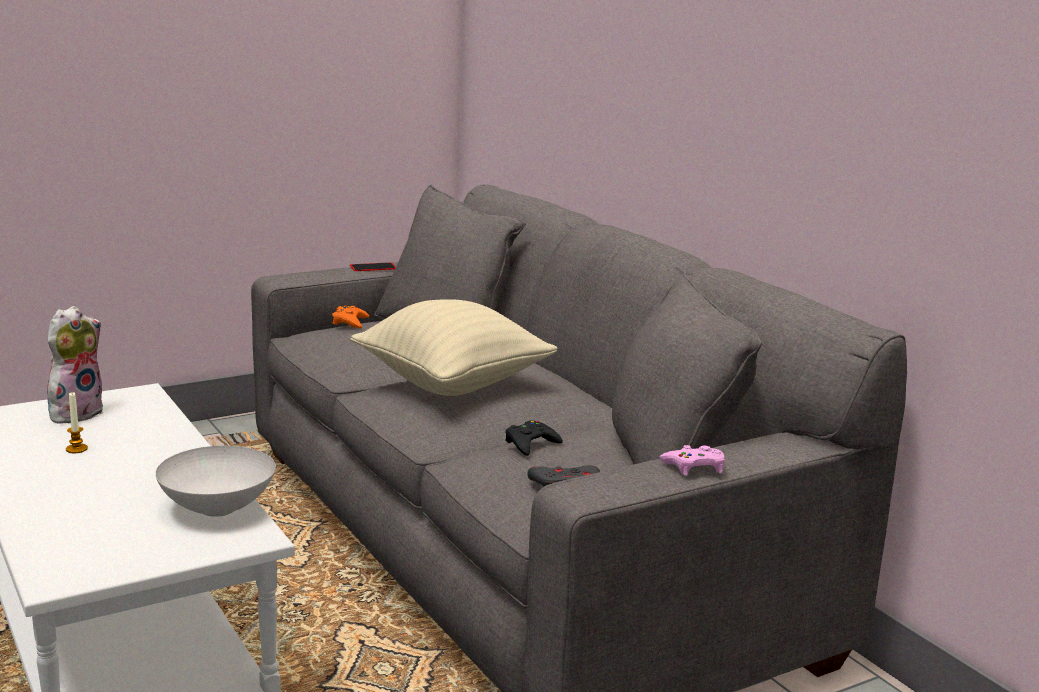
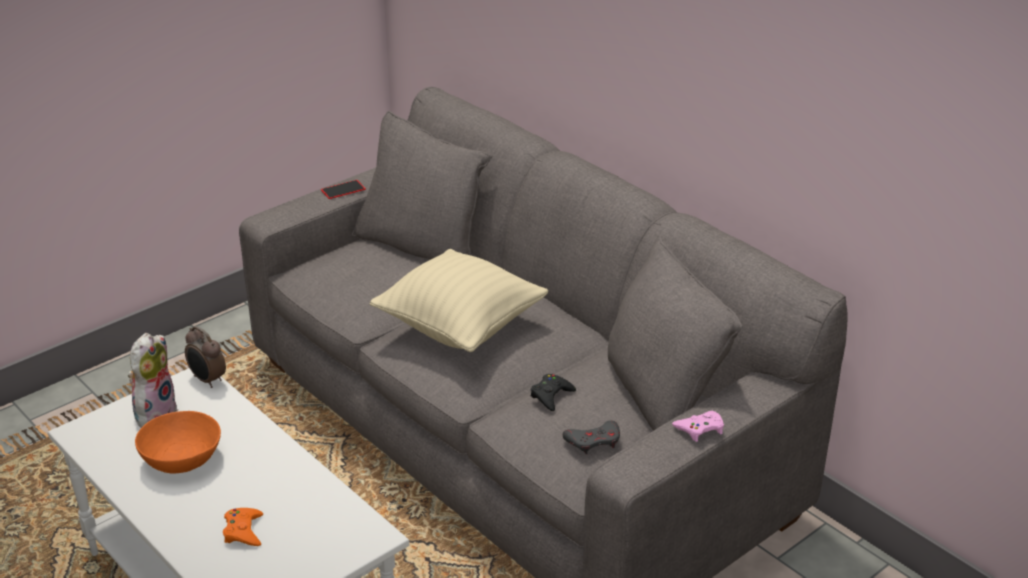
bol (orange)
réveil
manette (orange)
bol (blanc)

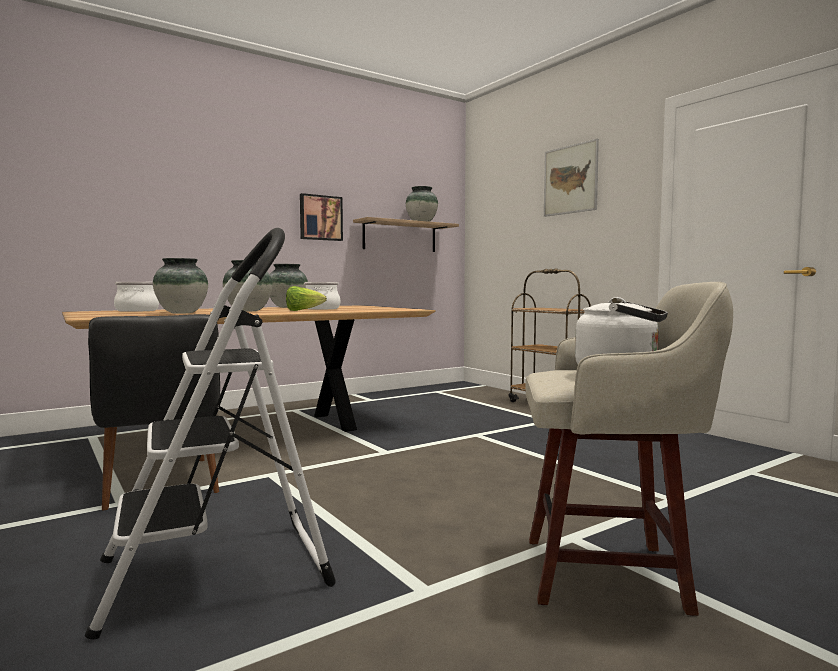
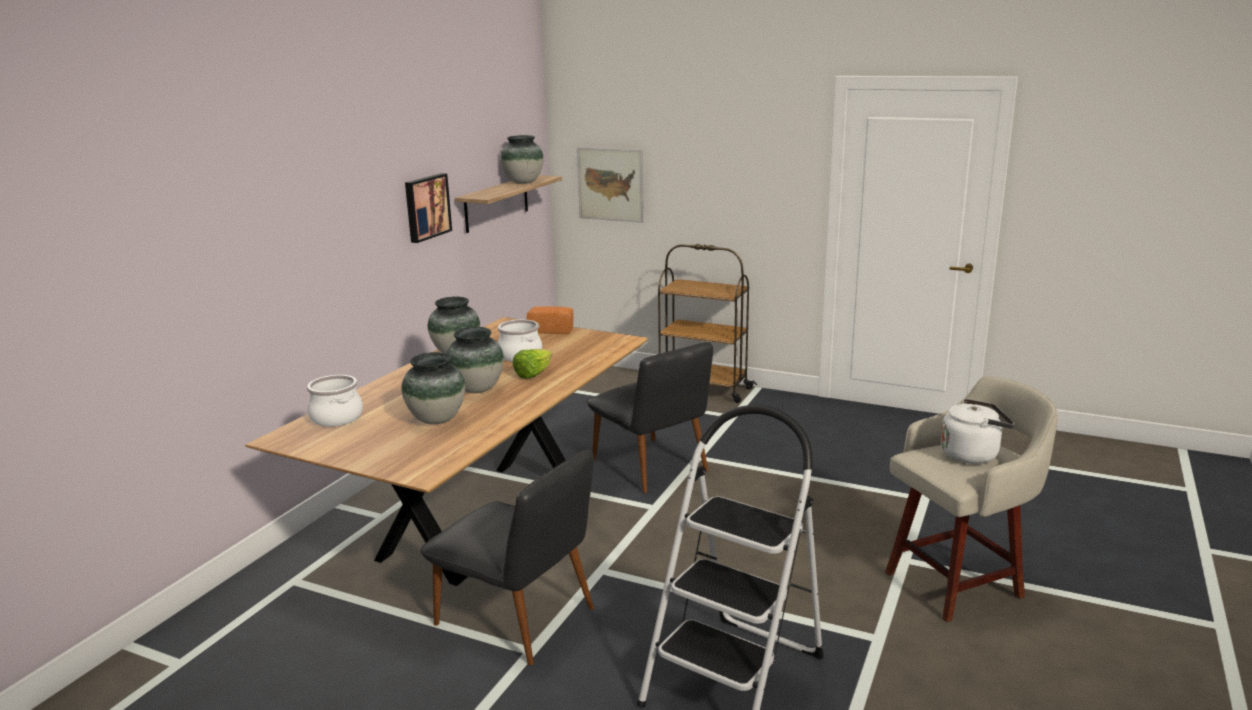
pain
tableau (no. 2 from left)
chaise (noir) (no. 2 from left)

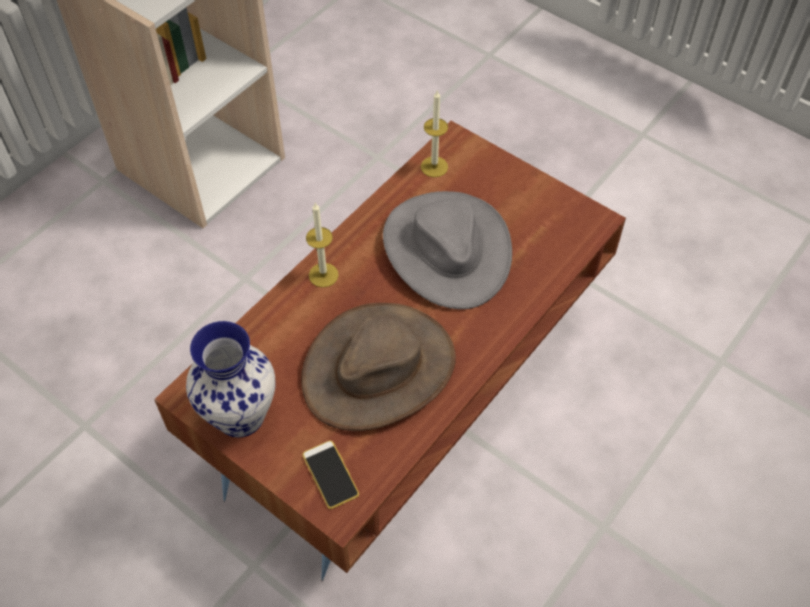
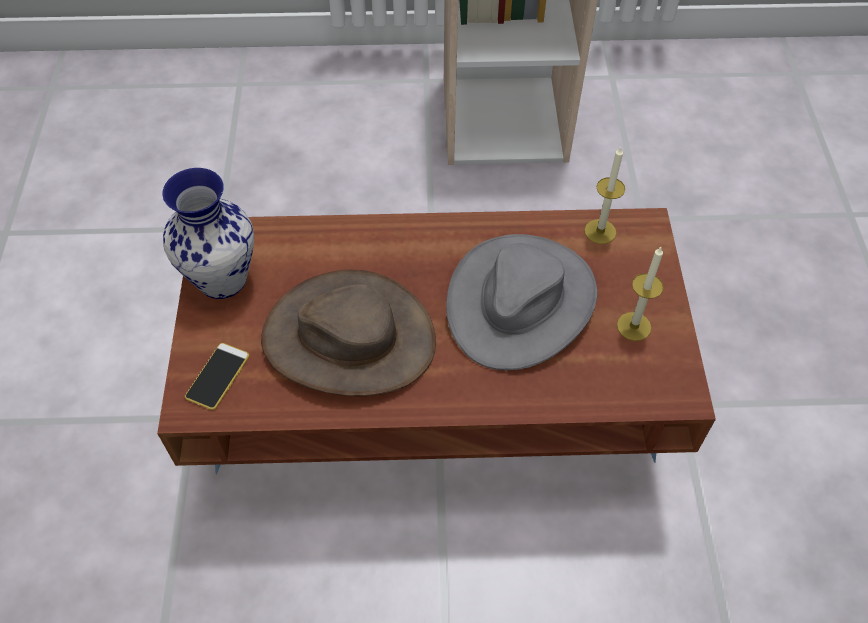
bougie (no. 2 from left)

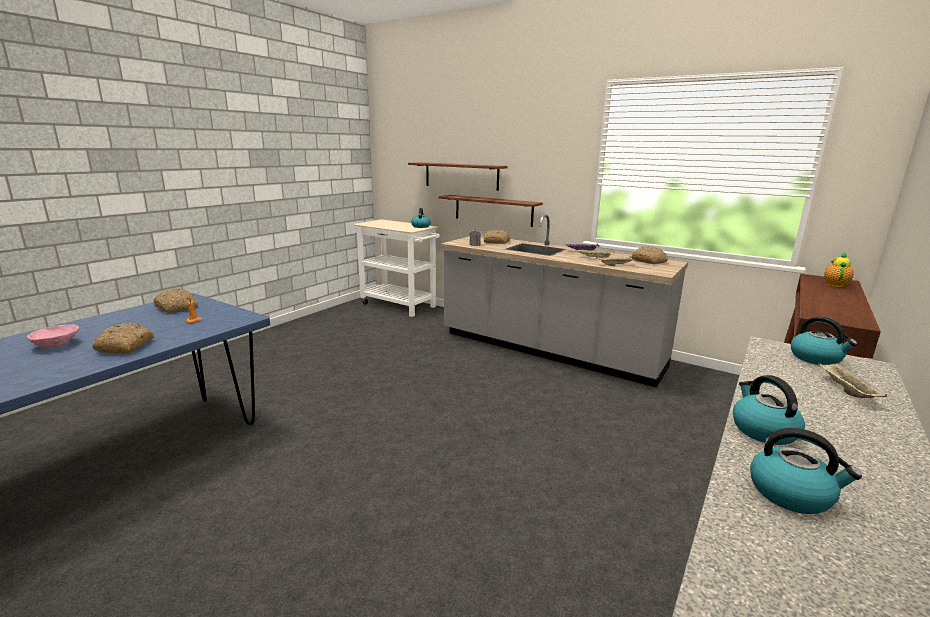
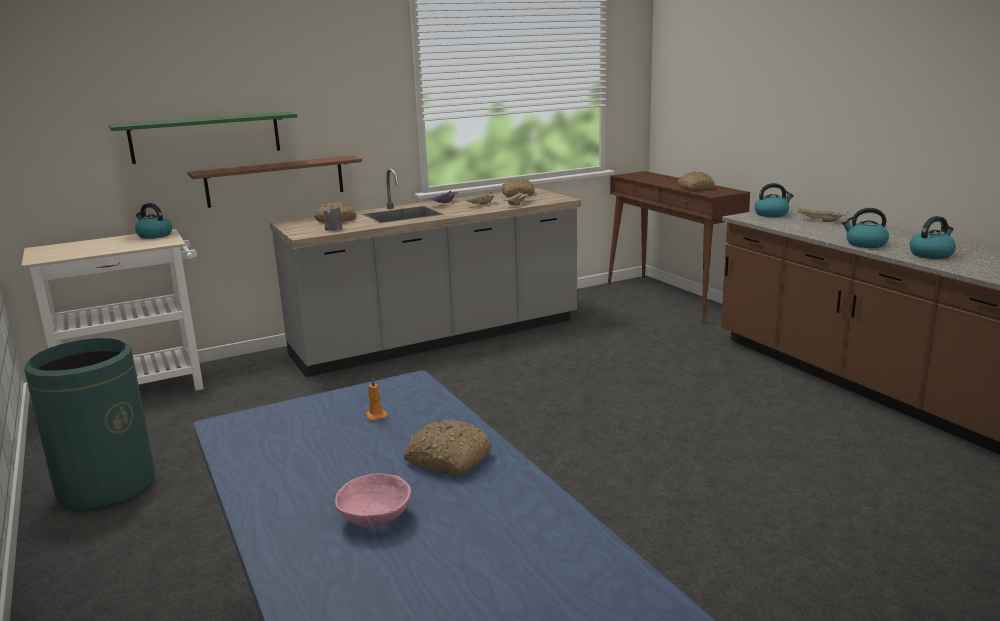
poubelle (vert)
étagère (vert)
pain (no. 4 from left)
théière

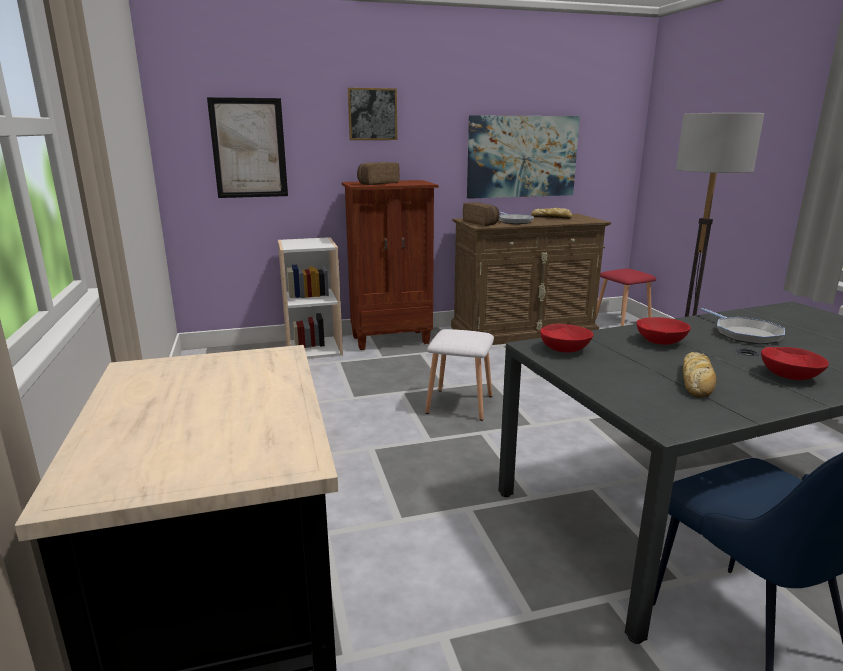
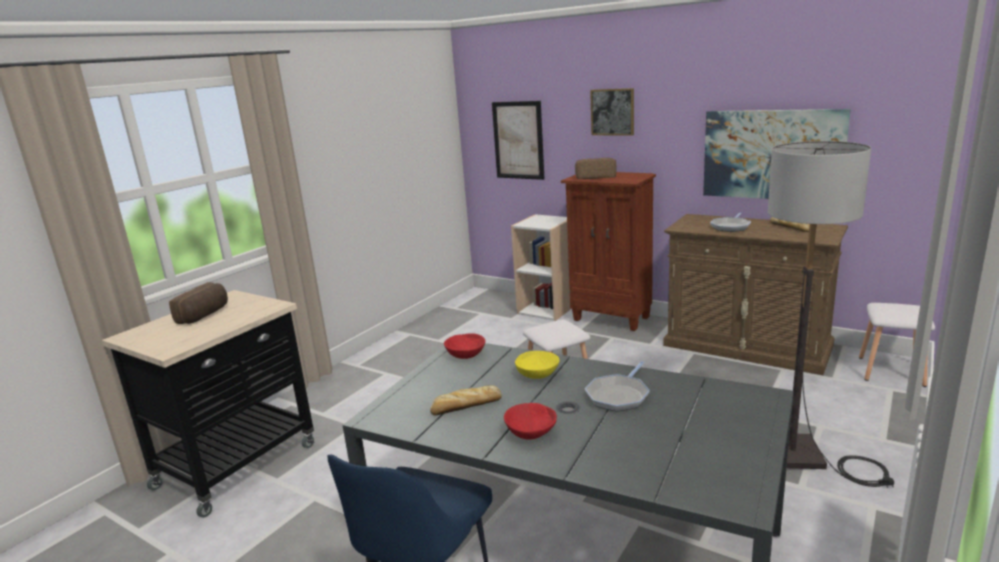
pain (no. 1 from left)
bol (jaune)
tabouret (blanc) (no. 2 from left)

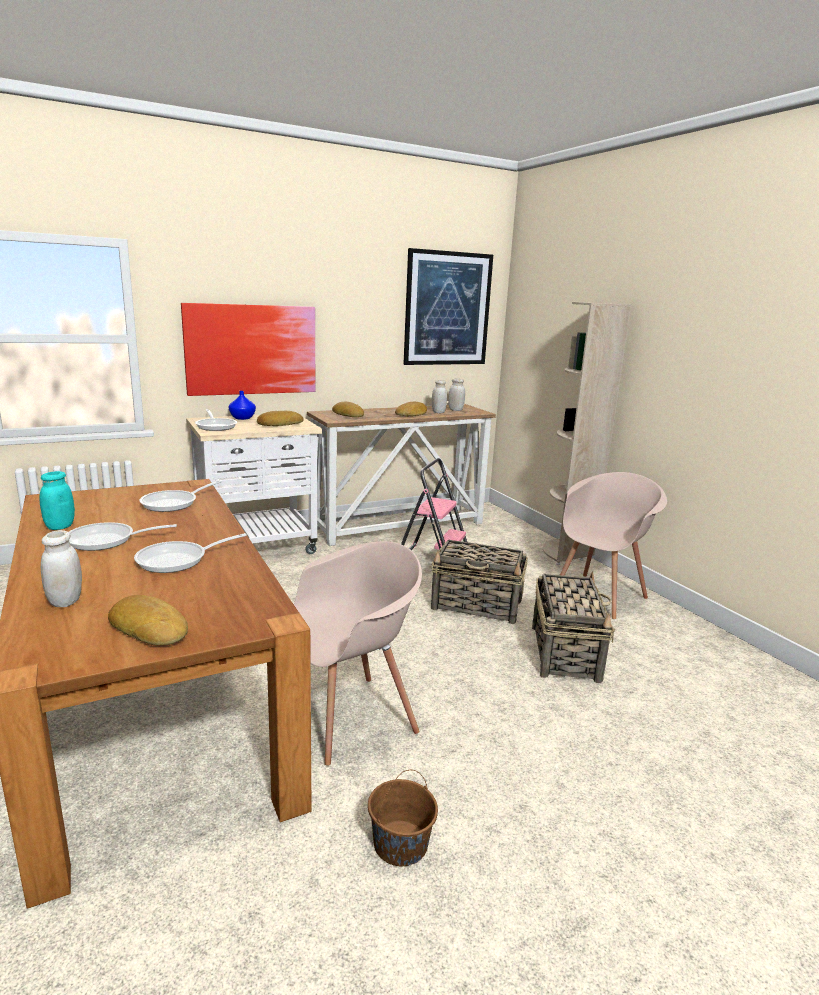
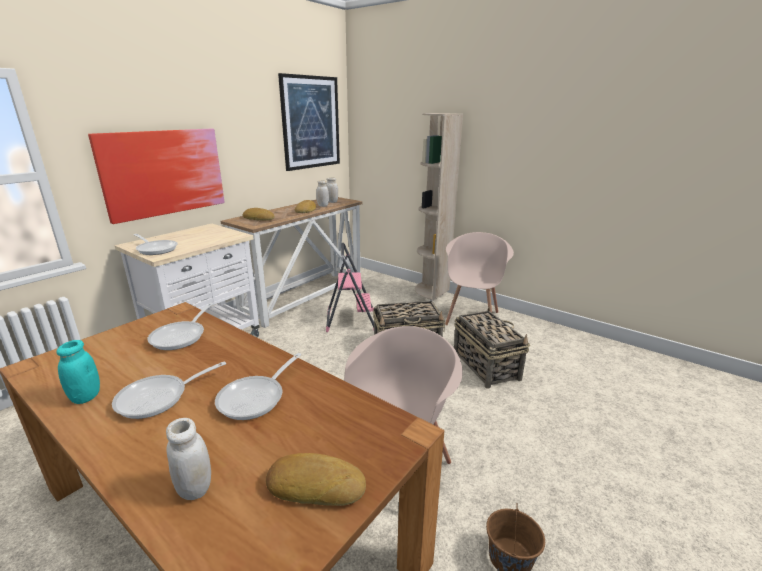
vase (bleu)
pain (no. 2 from left in the first image)

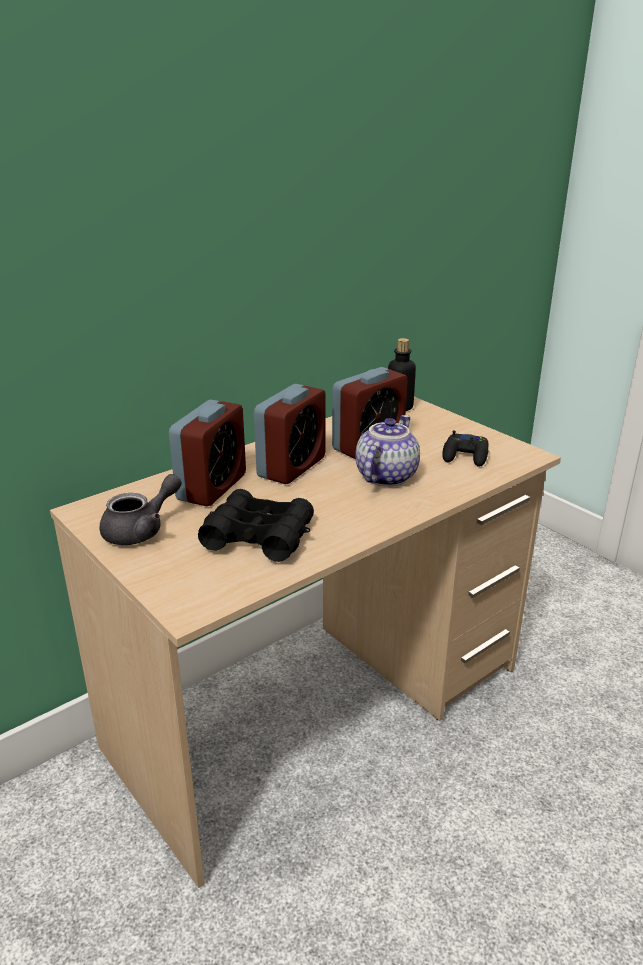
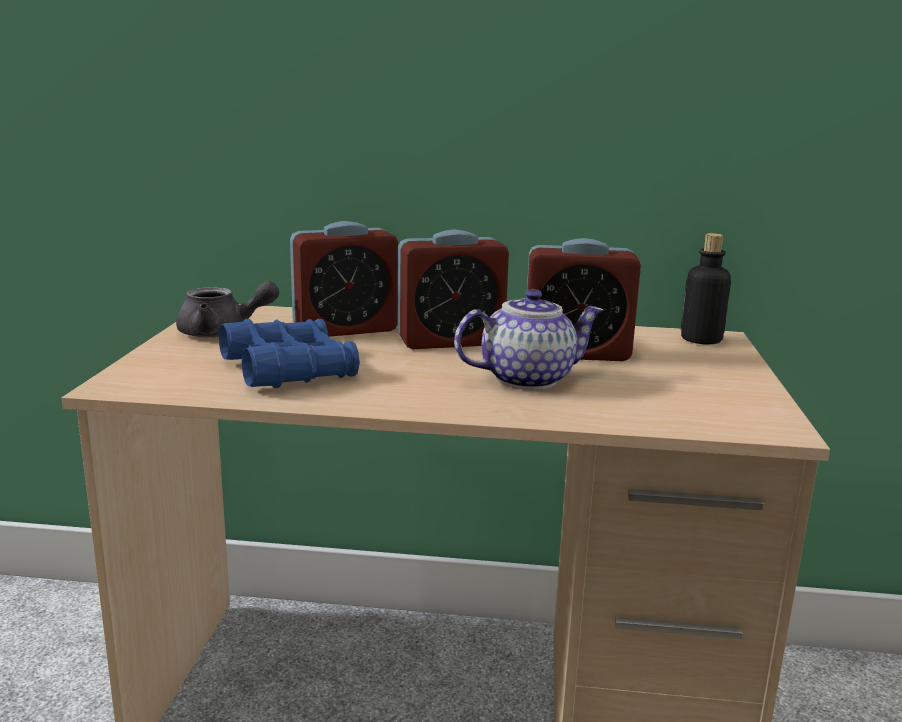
jumelles (bleu)
manette (noir)

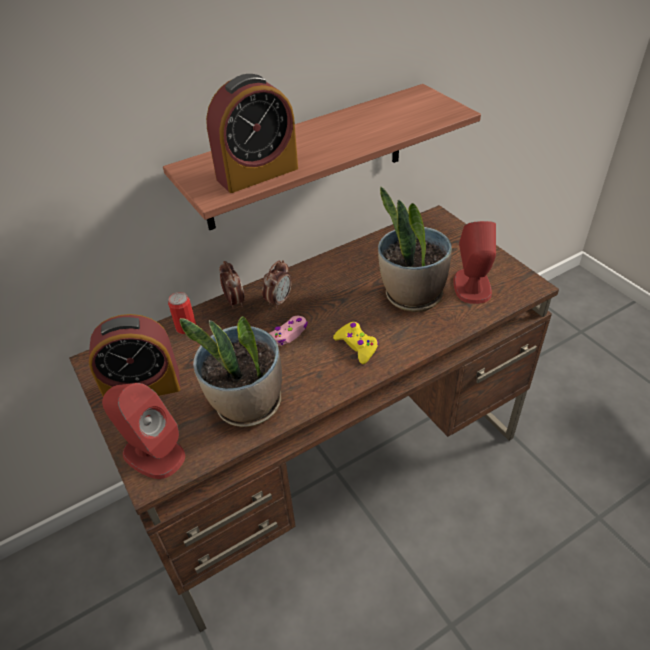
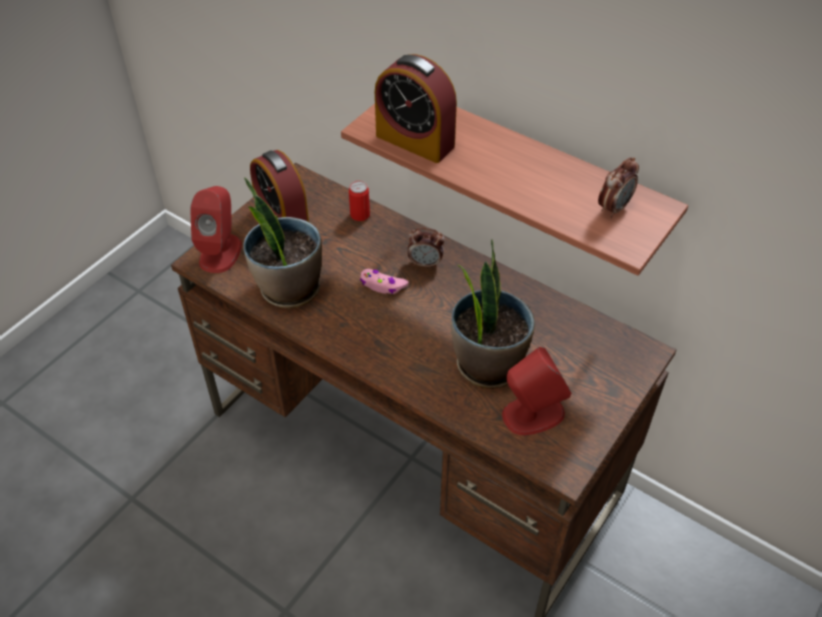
réveil (no. 4 from left)
manette (jaune)

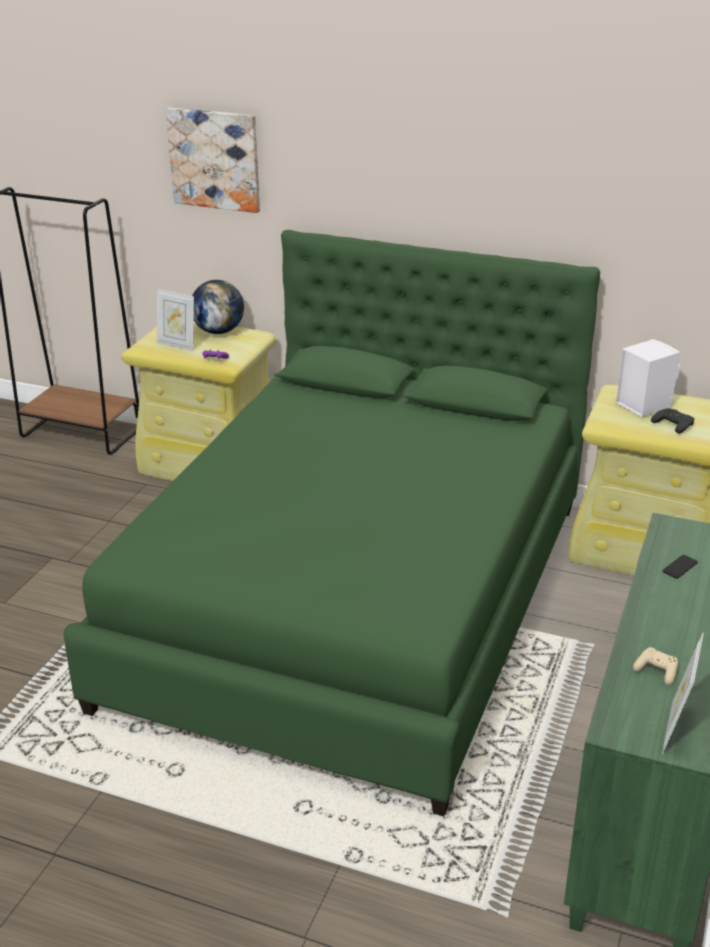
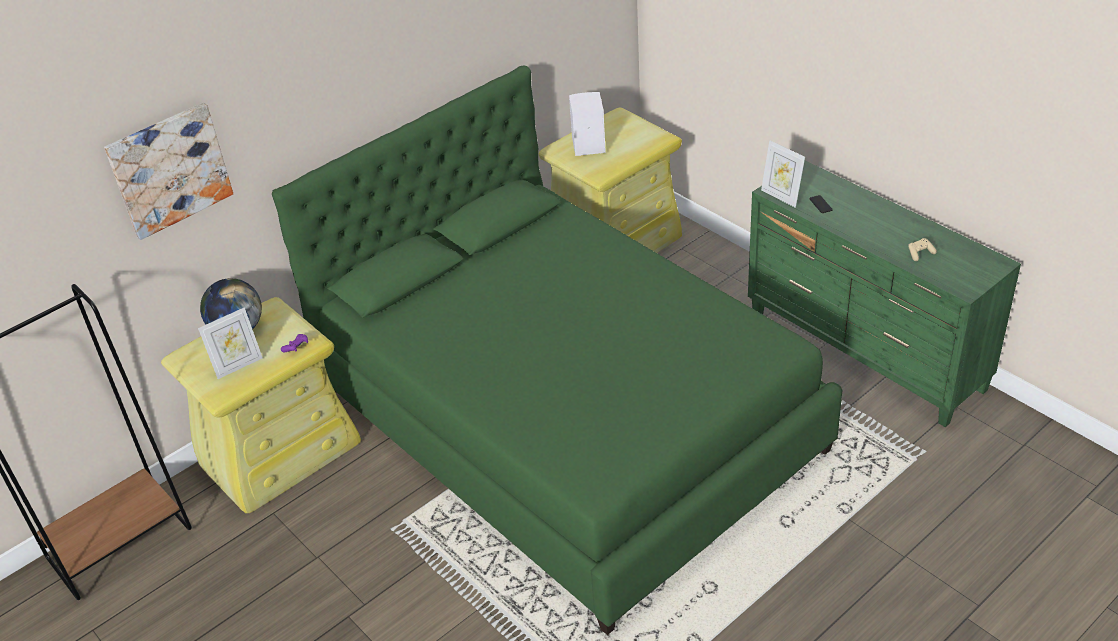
cadre photo (no. 2 from left)
manette (noir)

